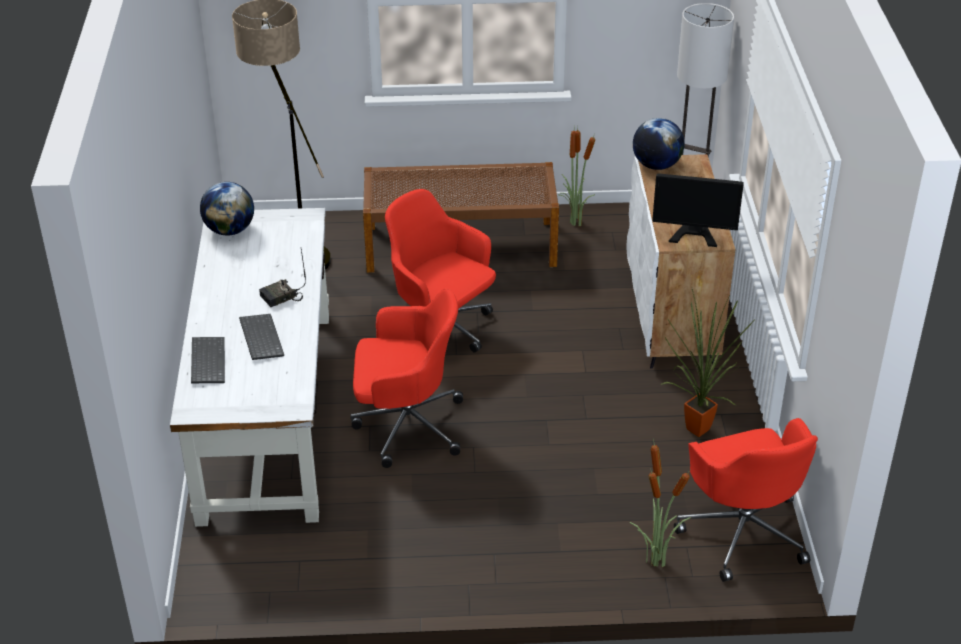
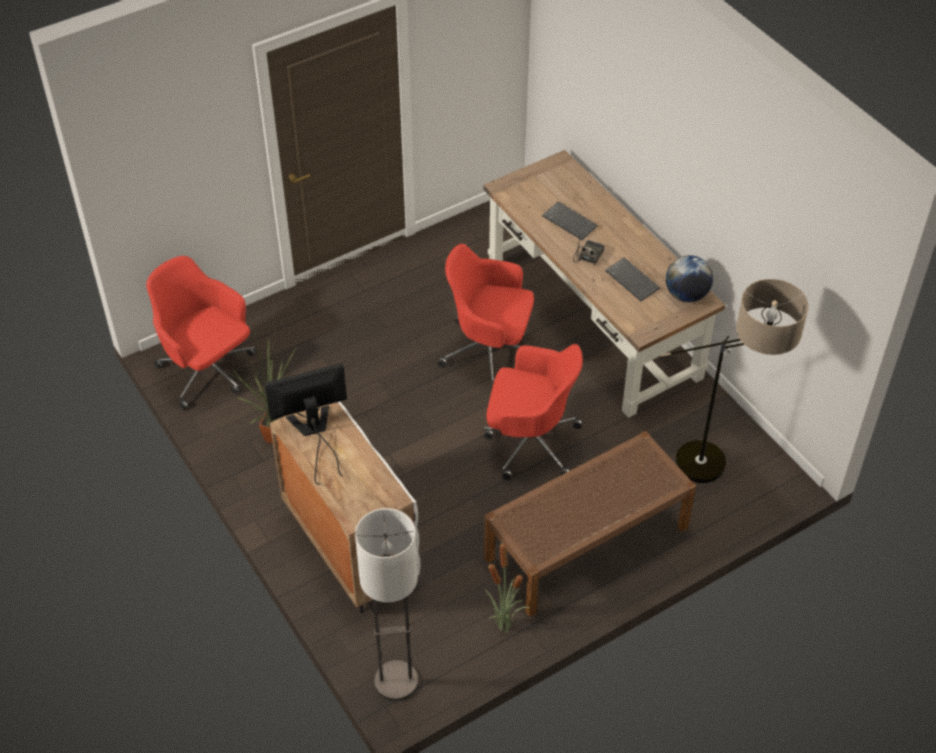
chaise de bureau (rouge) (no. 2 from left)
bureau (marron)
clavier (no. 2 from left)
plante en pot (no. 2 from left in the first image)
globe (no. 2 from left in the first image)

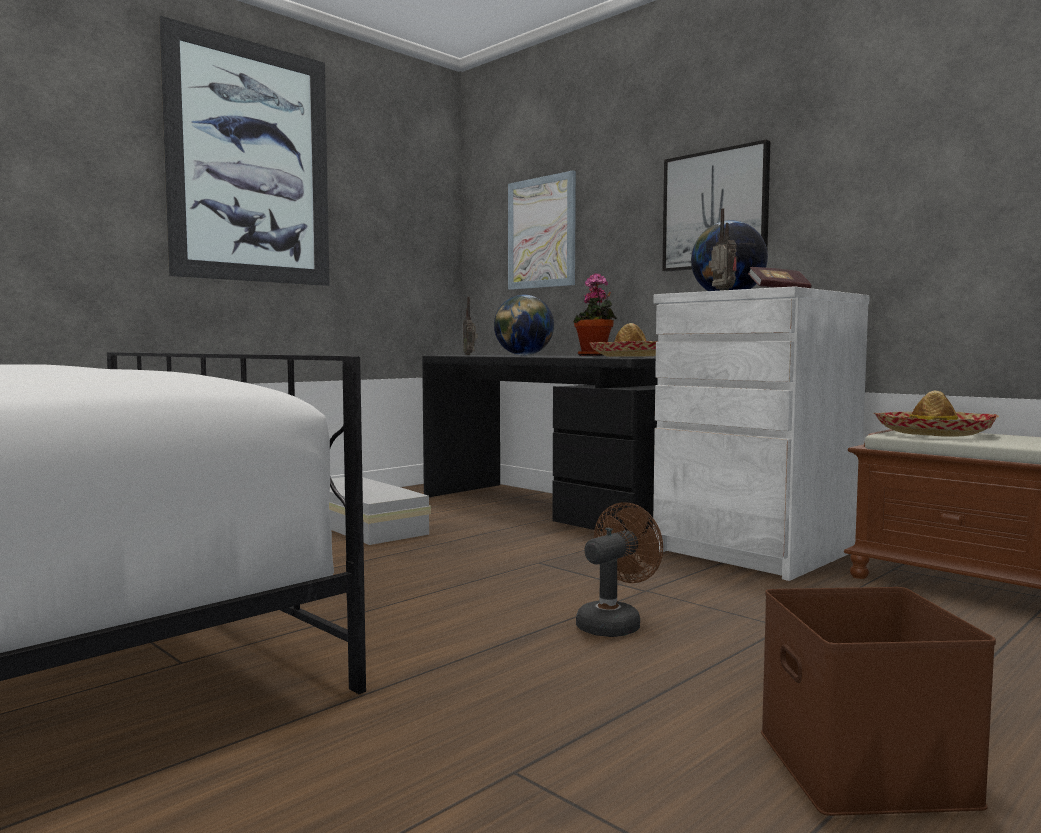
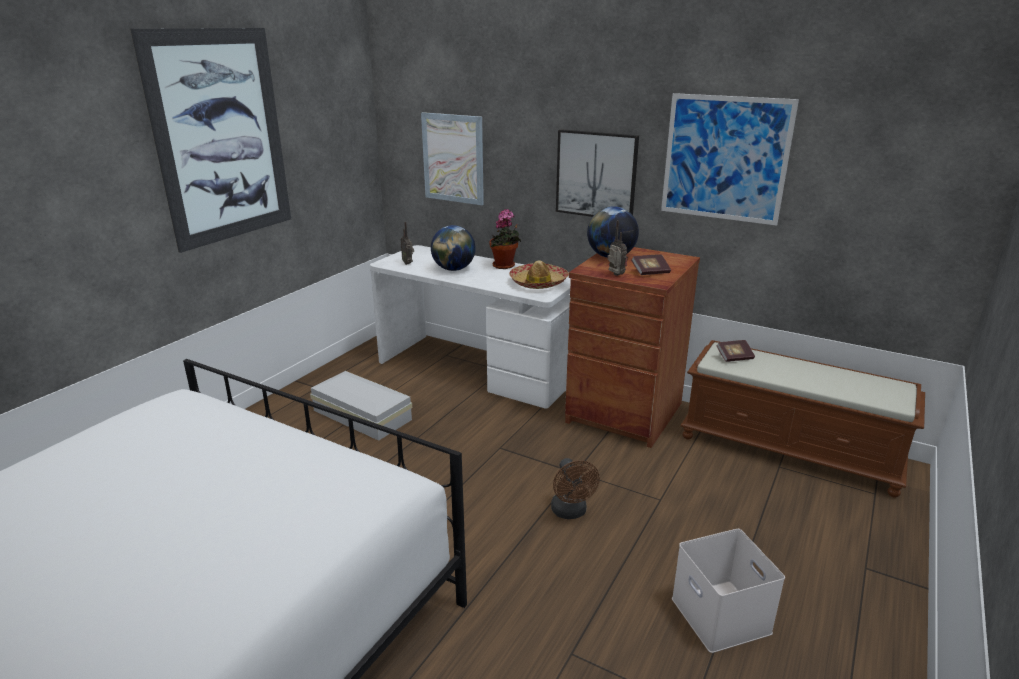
bureau (blanc)
ventilateur (marron)
commode (marron)
tableau (no. 4 from left)
boîte de rangement (blanc) (no. 2 from left)
livre (no. 2 from left)

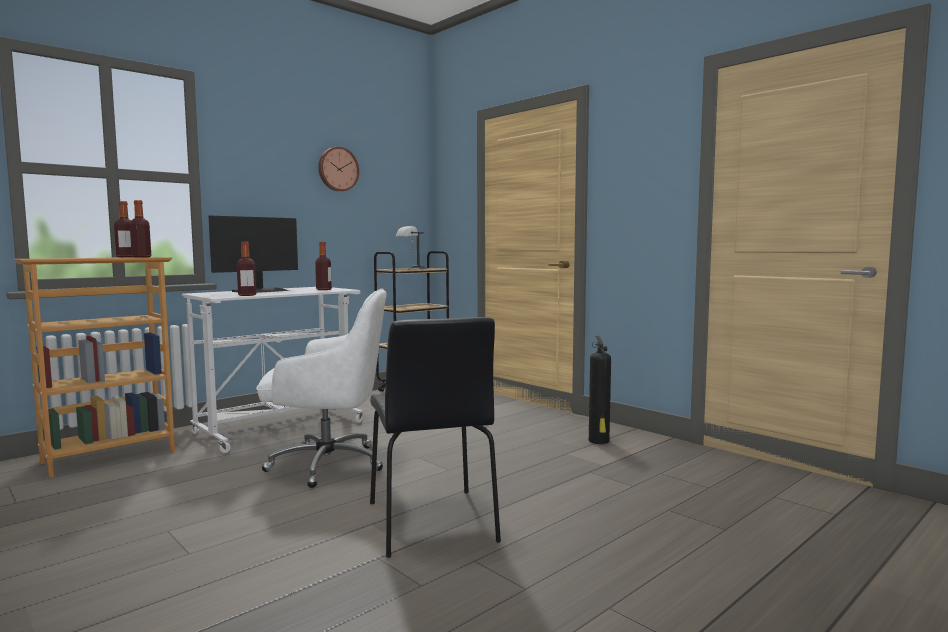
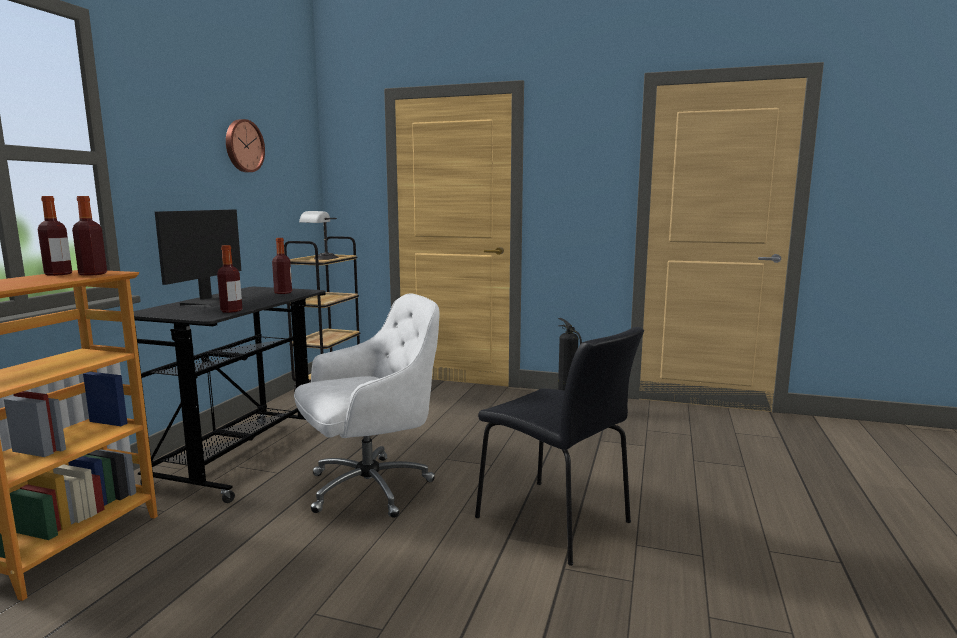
bureau (noir)

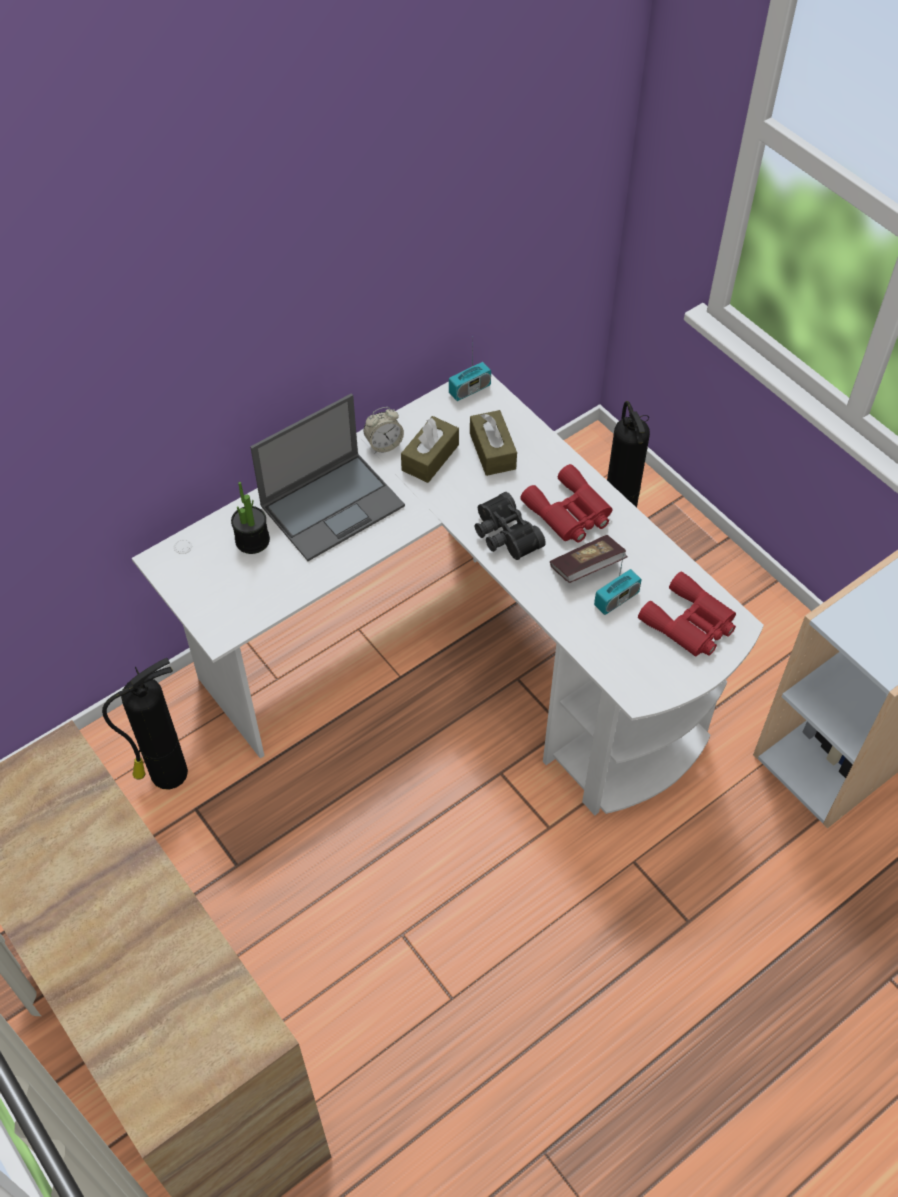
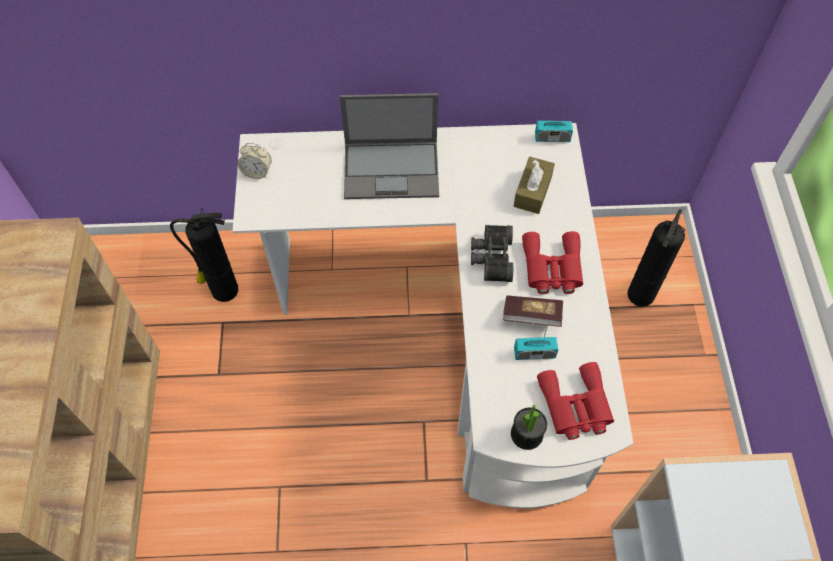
réveil
plante en pot
boîte à mouchoirs (marron) (no. 1 from left in the first image)

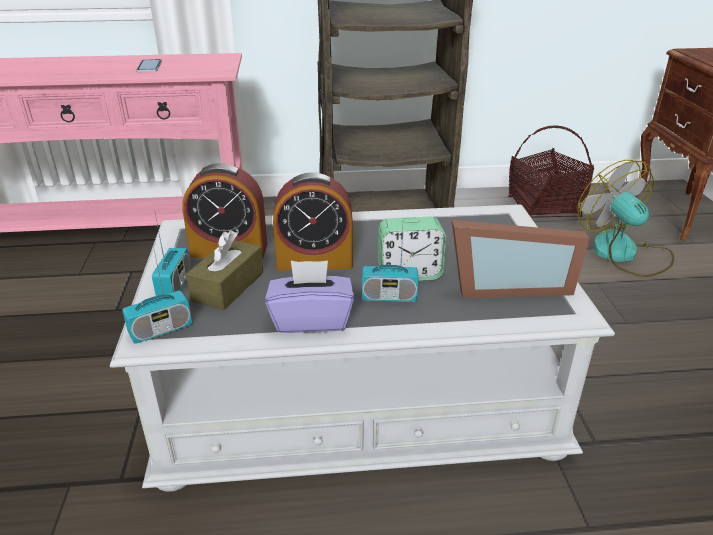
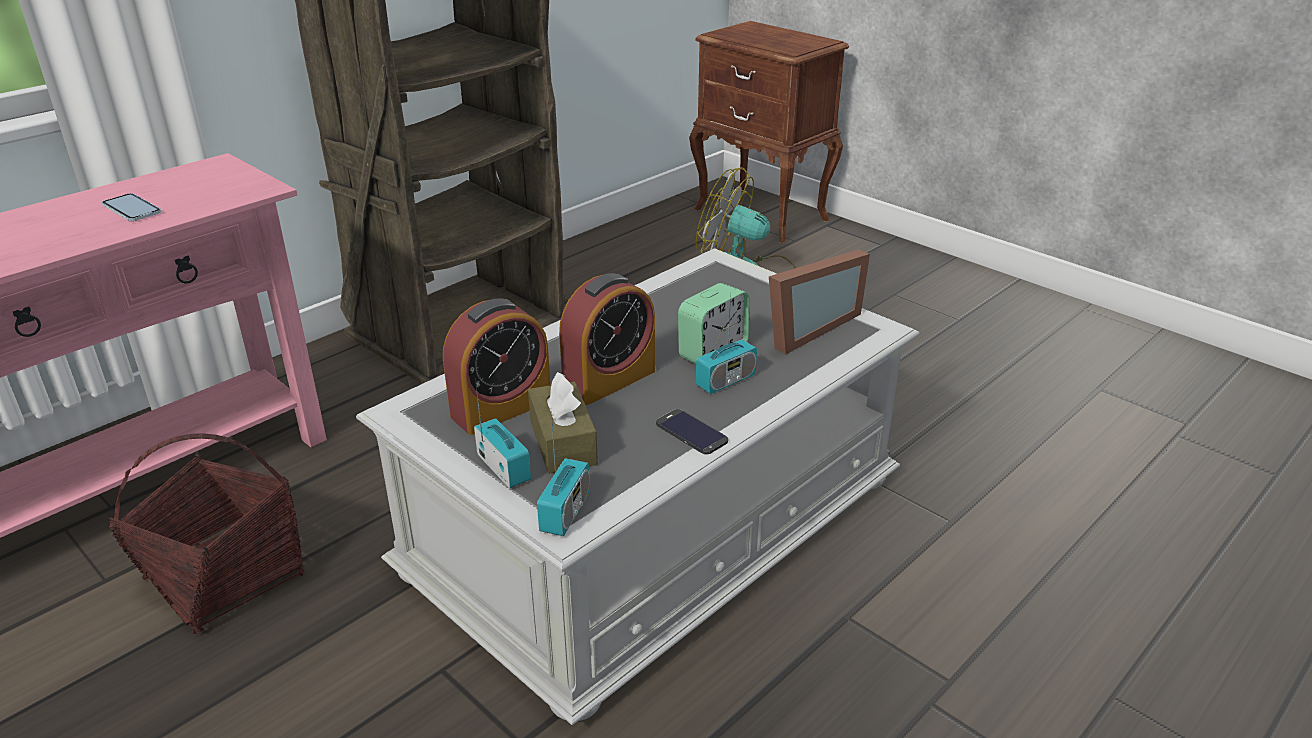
panier
téléphone (no. 2 from left)

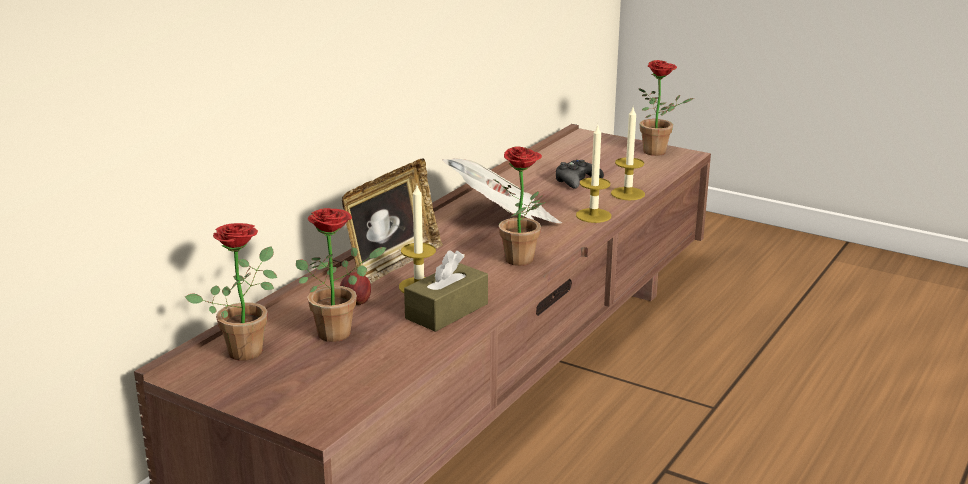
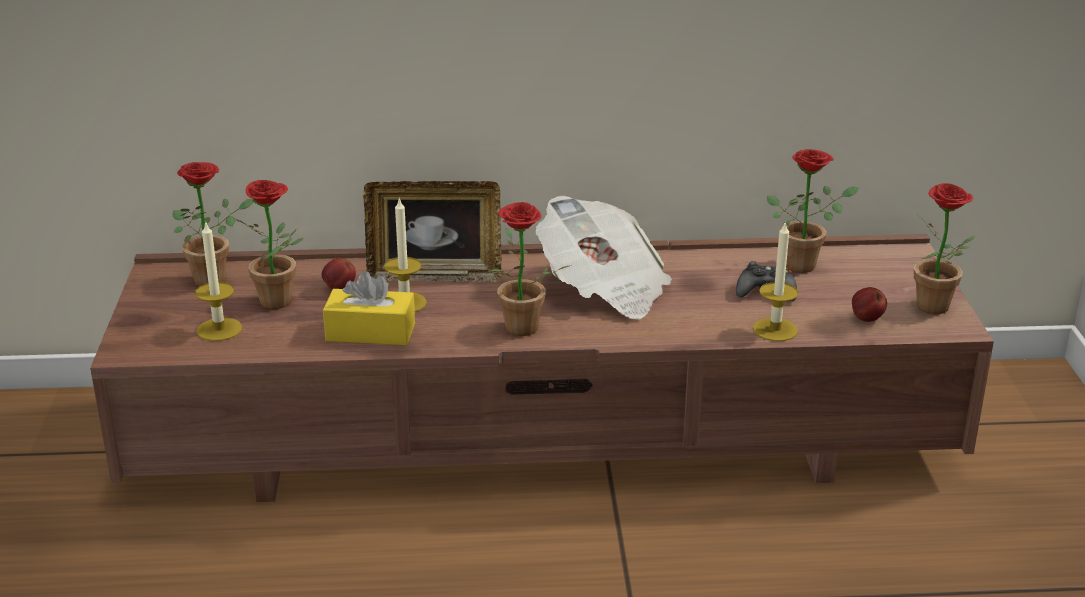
bougie (no. 1 from left)
boîte à mouchoirs (jaune)
plante en pot (no. 4 from left)
pomme (no. 2 from left)

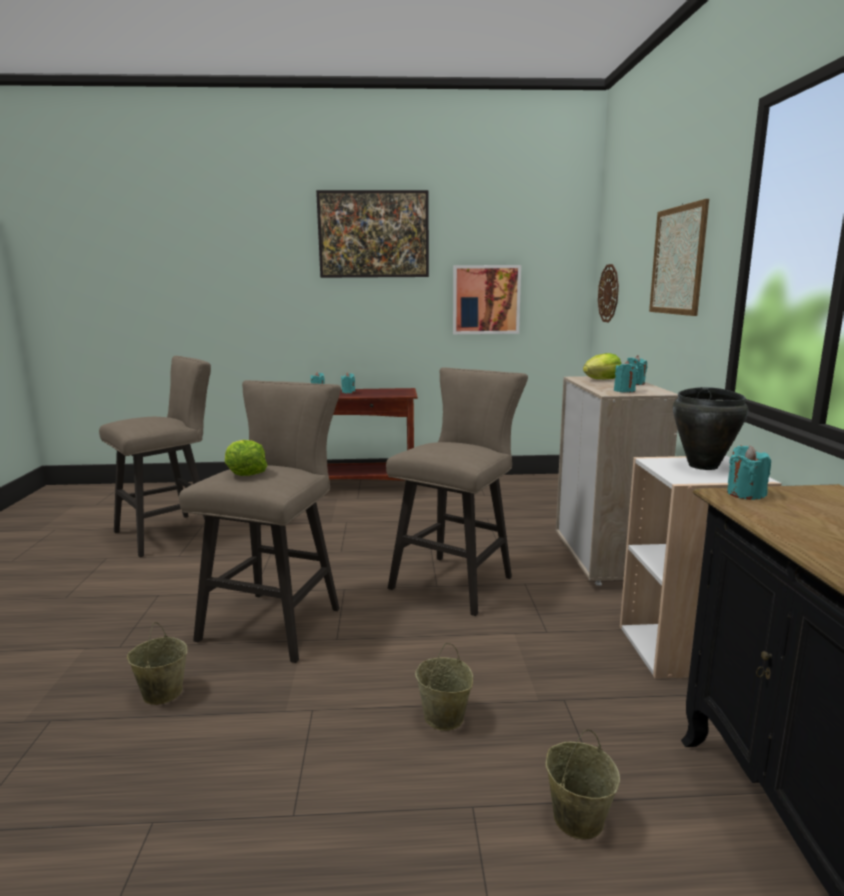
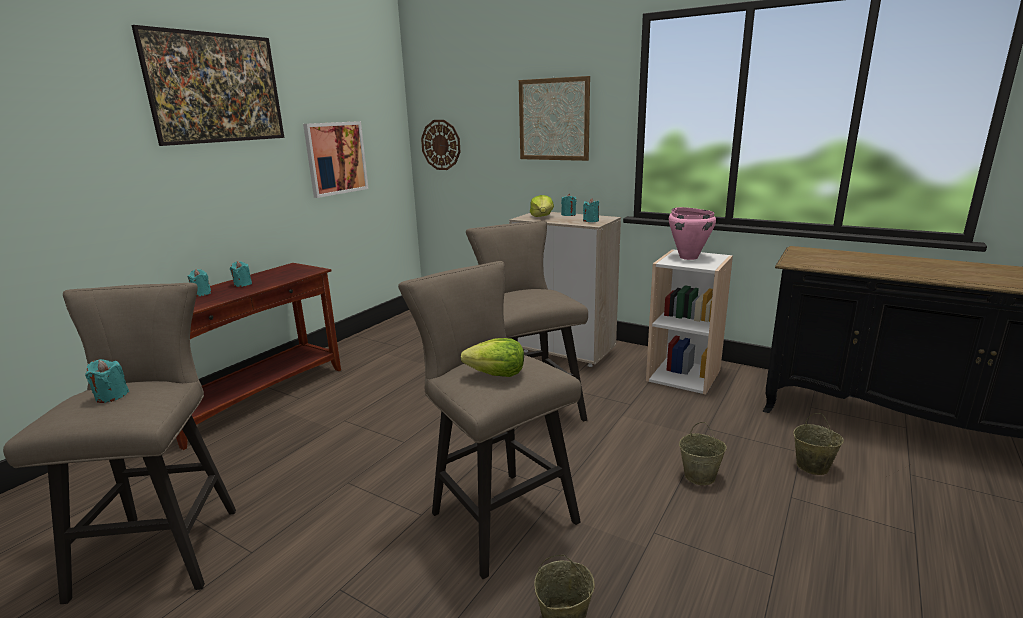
bougie (turquoise) (no. 1 from left)
marmite (rose)

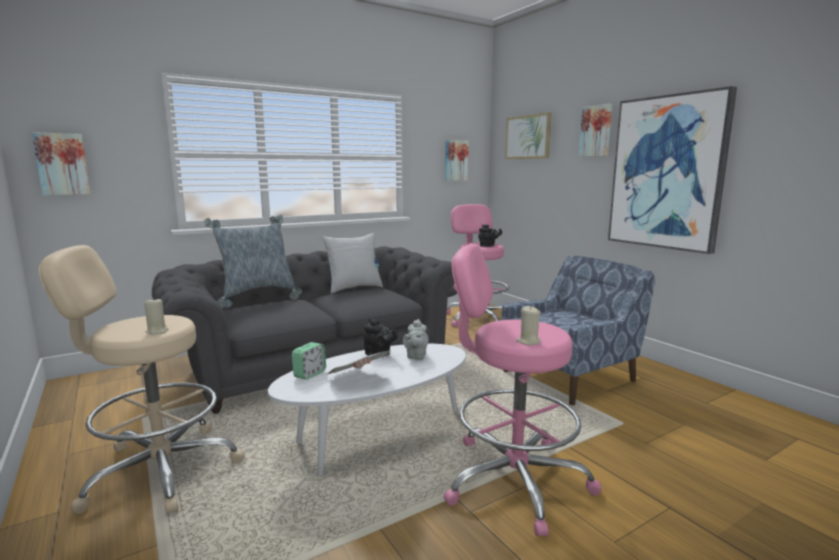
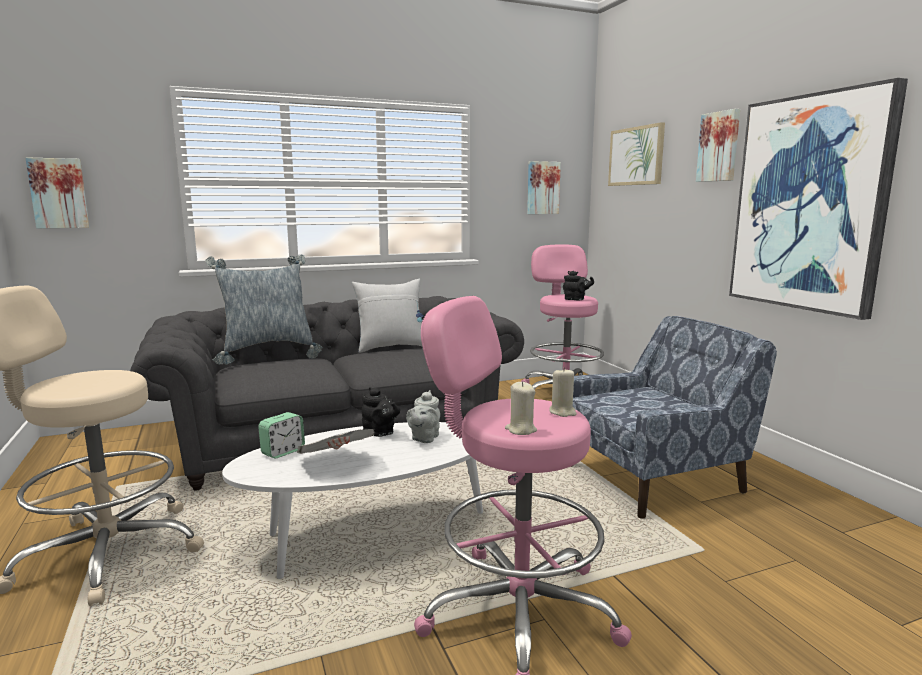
bougie (beige) (no. 2 from left)

